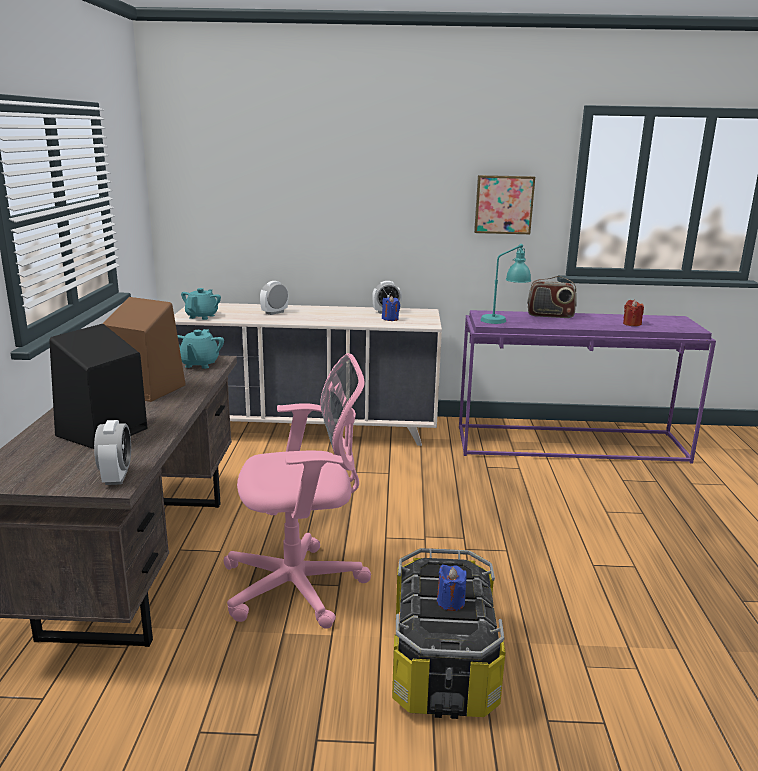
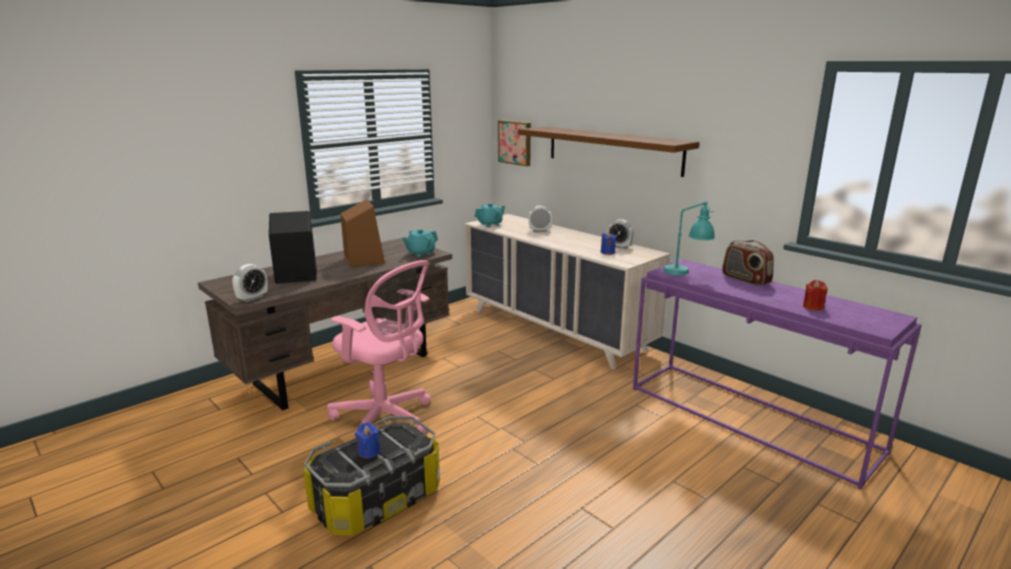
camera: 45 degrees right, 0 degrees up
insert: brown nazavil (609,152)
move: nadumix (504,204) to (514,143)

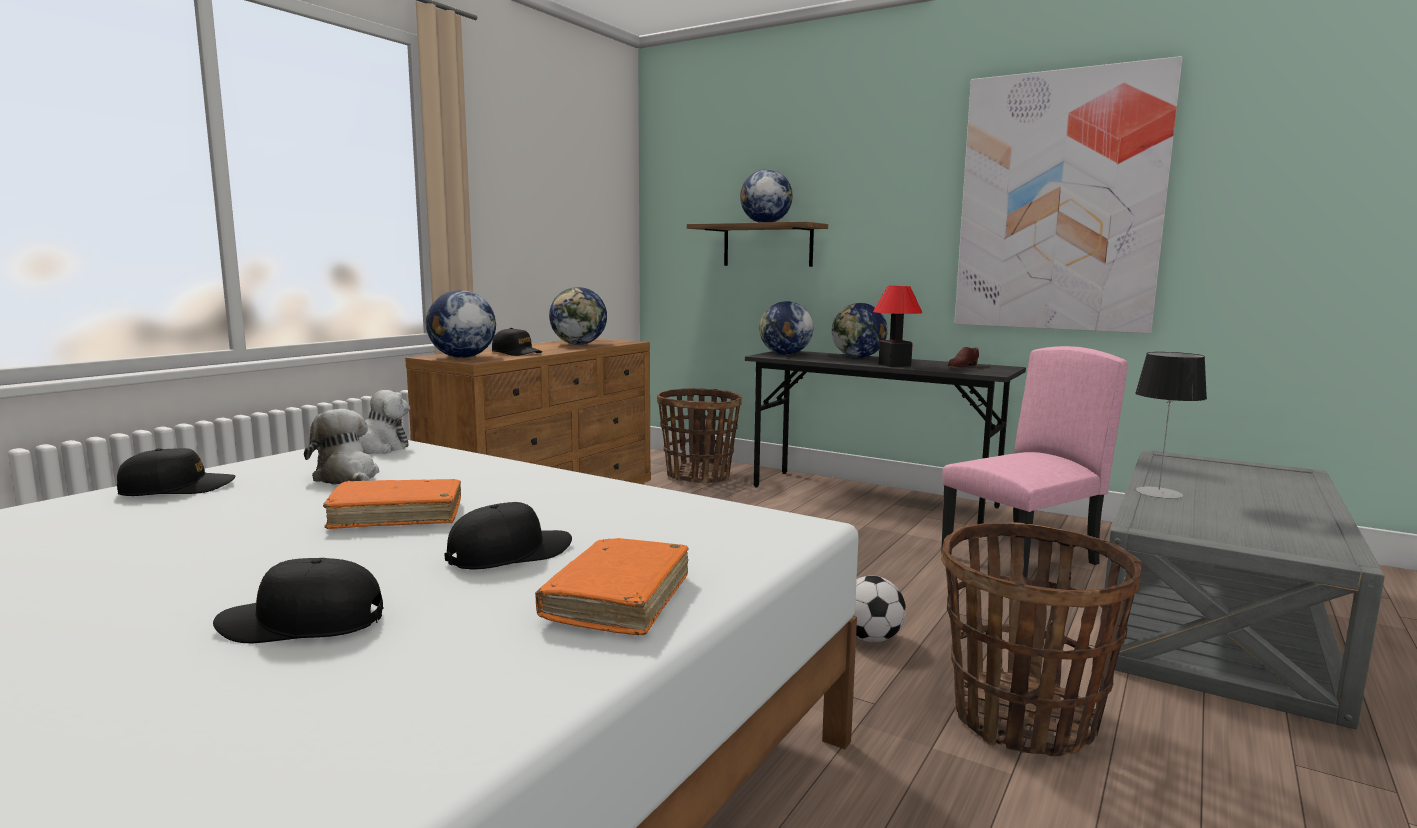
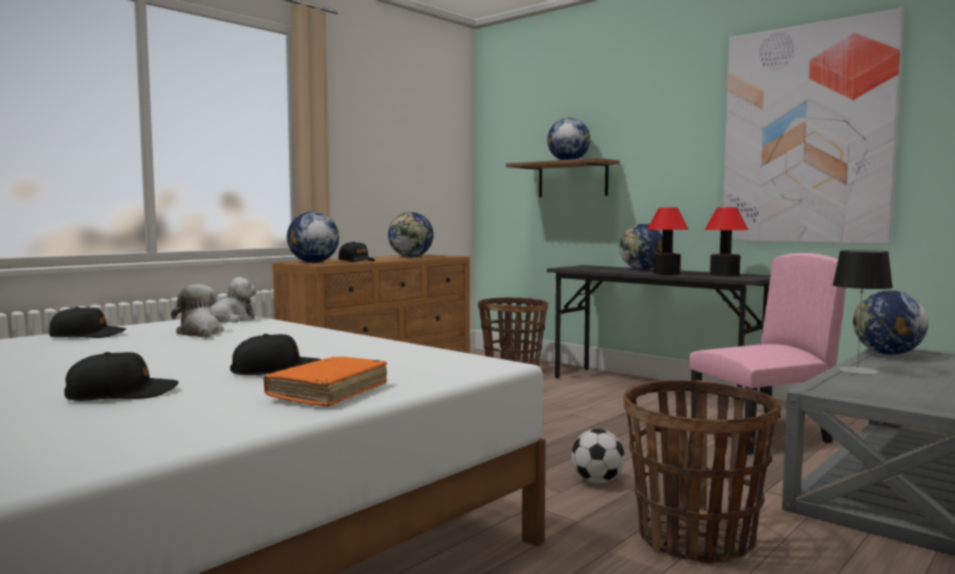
camera: 10 degrees right, 5 degrees down
delete: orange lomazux (392,504)
move: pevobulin (786,328) to (890,322)
replace: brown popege (963,357) to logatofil (726,242)
rotate: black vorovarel (298,600) = (121,376) 150 degrees clockwise

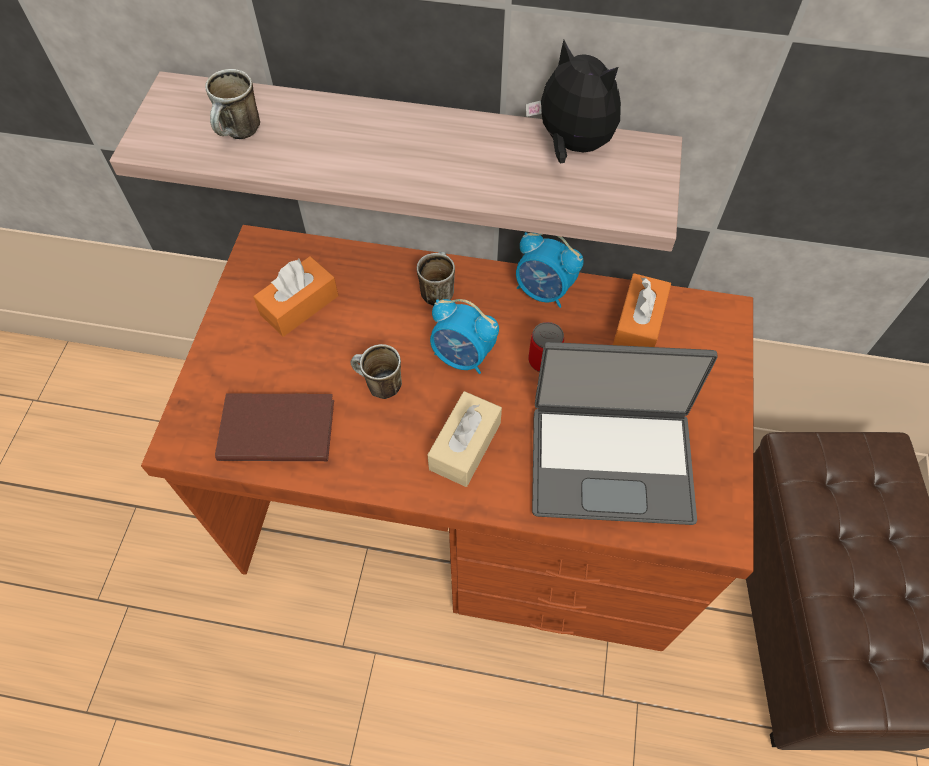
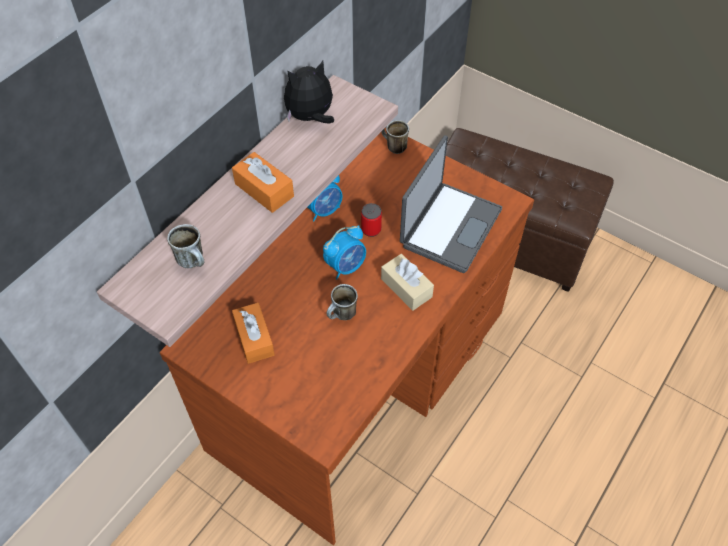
camera: 65 degrees left, 5 degrees down
delete: brown lomazux (274,427)
move: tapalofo (436,279) to (395,137); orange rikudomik (642,310) to (263,182)

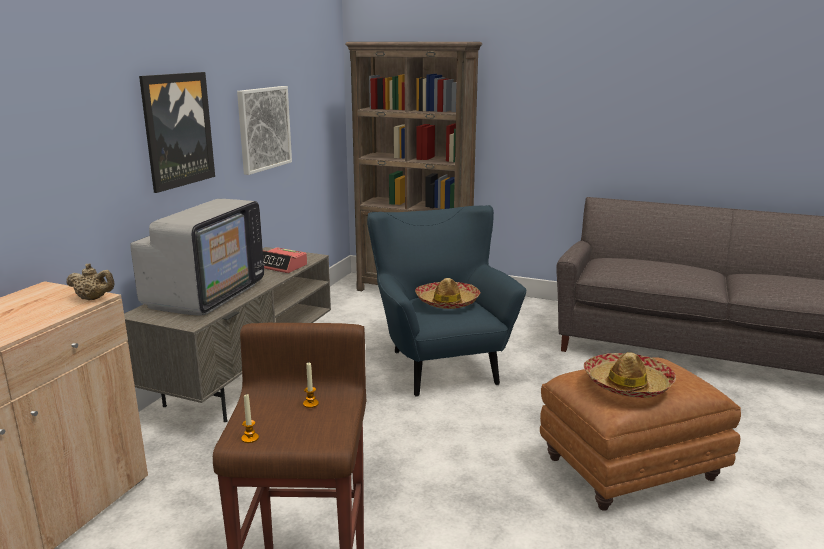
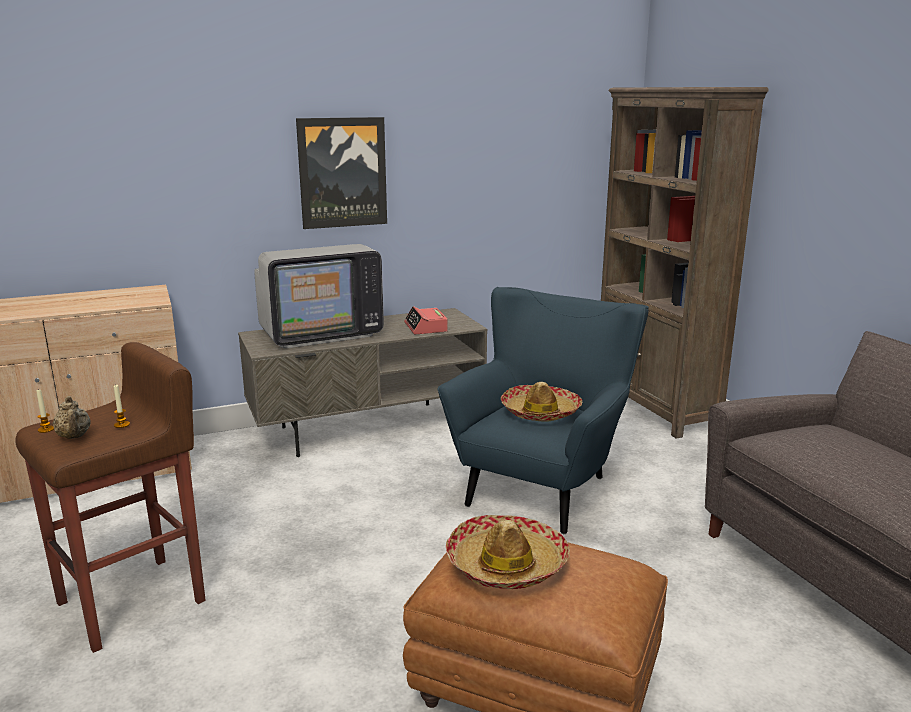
camera: 45 degrees right, 0 degrees up
delete: nadumix (264,130)
move: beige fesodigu (90,282) to (71,417)

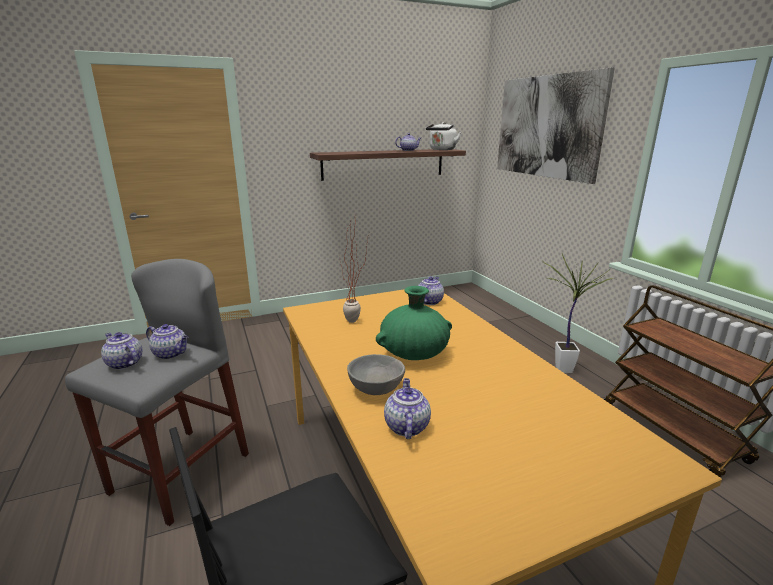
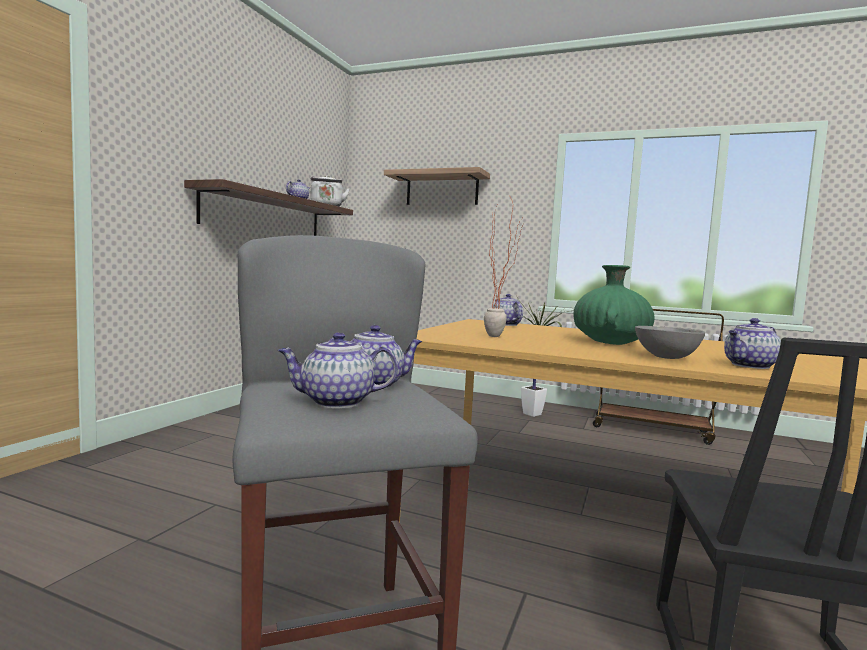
camera: 45 degrees left, 15 degrees down
replace: nadumix (556,126) to nazavil (437,186)
rotate: fesodigu (407,408) = (752,343) 75 degrees counterclockwise

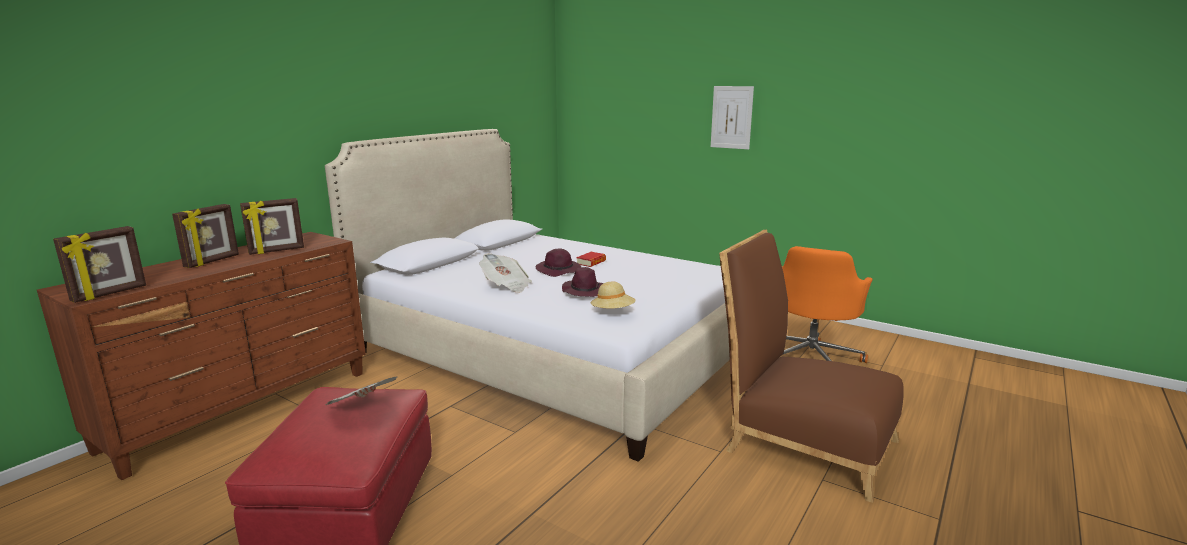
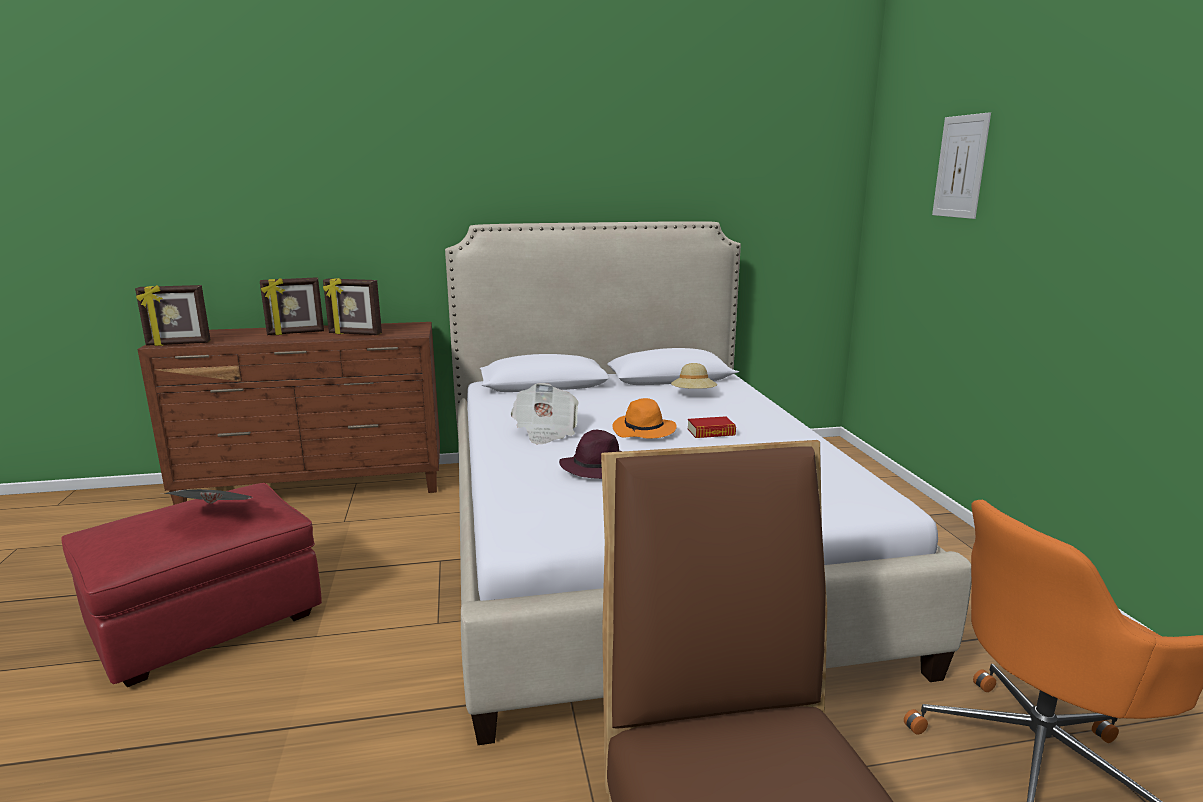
camera: 45 degrees right, 0 degrees up
move: nadumix (732,118) to (961,165); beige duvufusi (613,295) to (694,376)
recolor: purple duvufusi (558,263) to orange duvufusi (644,418)

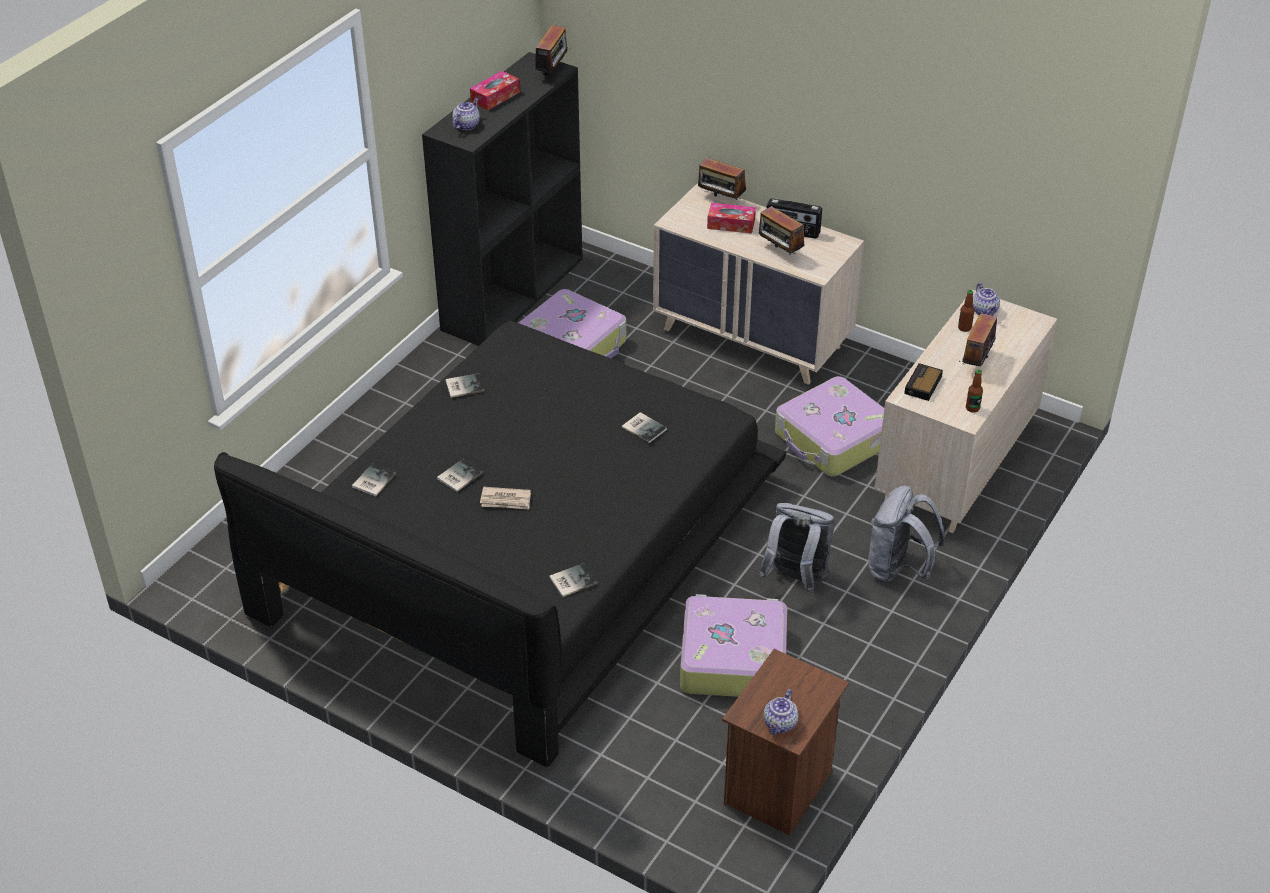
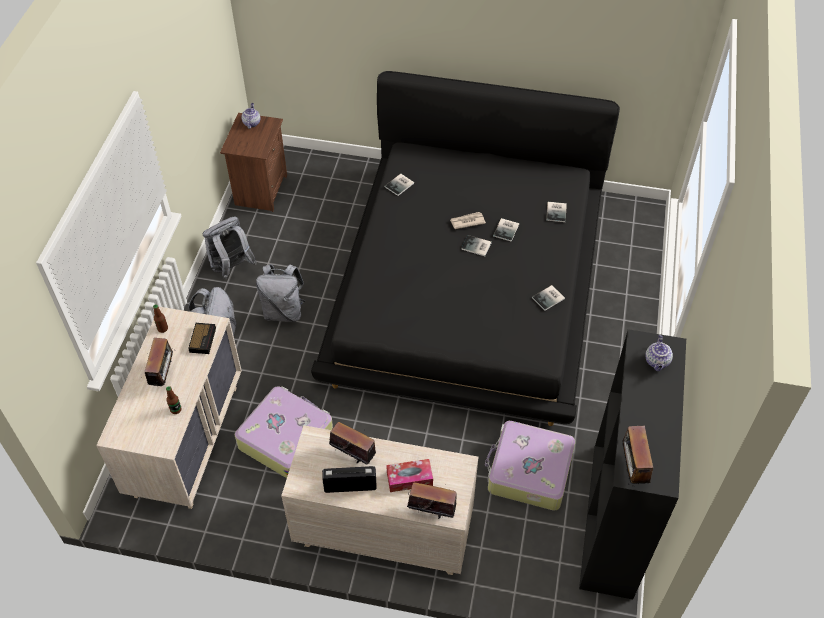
camera: 160 degrees right, 10 degrees up
delete: rikudomik (495,90); fesodigu (986,299); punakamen (733,645)
insert: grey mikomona (230,248)
move: lomazux (644,427) to (476,245)

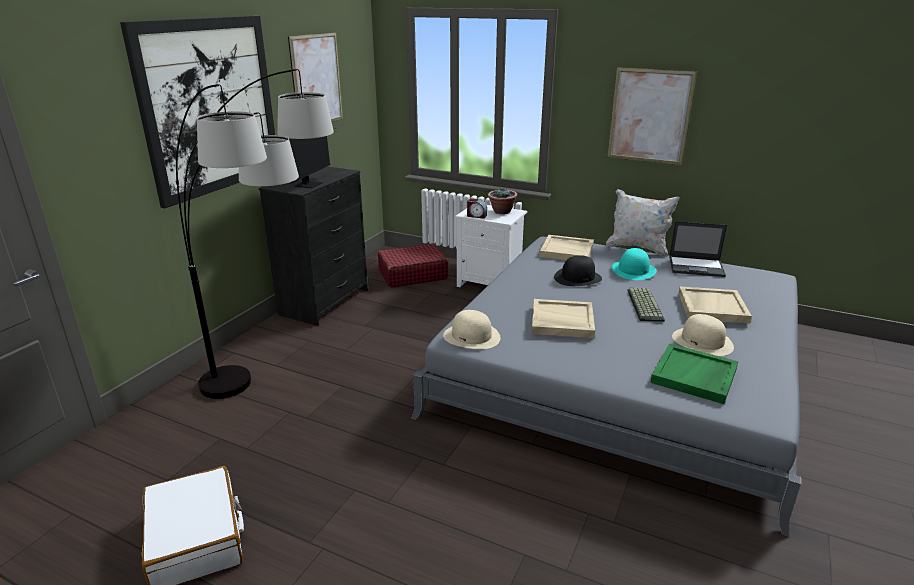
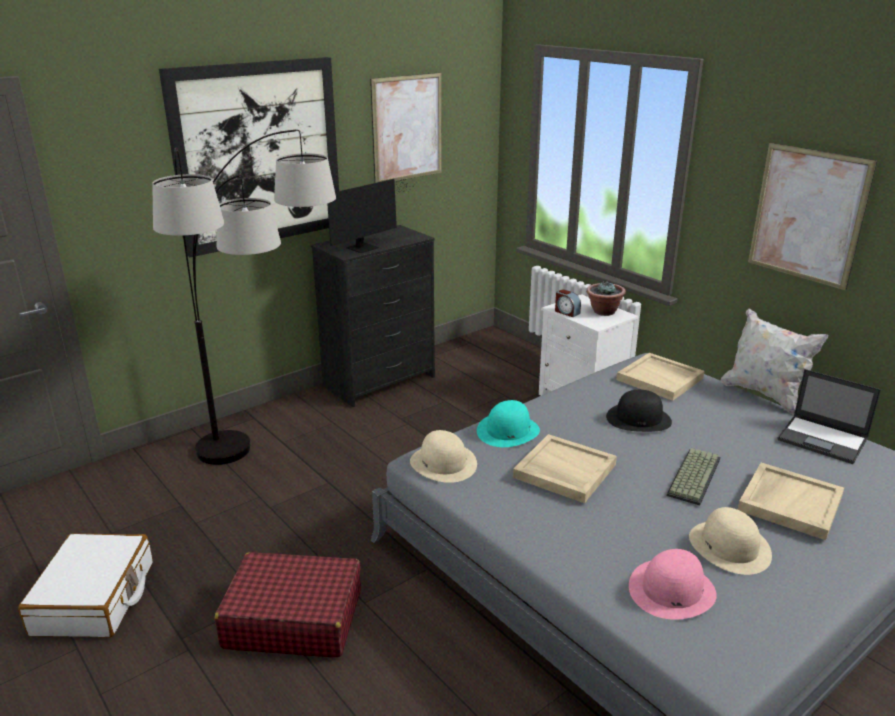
camera: 25 degrees right, 0 degrees up
move: red punakamen (413,265) to (287,605); turquoise duvufusi (634,264) to (508,423)
replace: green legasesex (694,374) to pink duvufusi (673,584)

